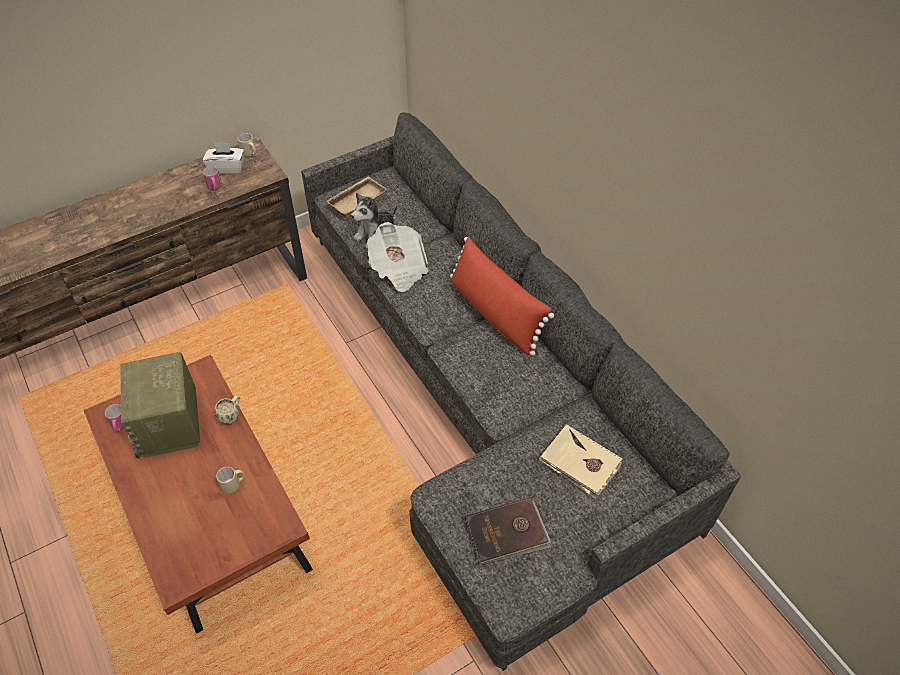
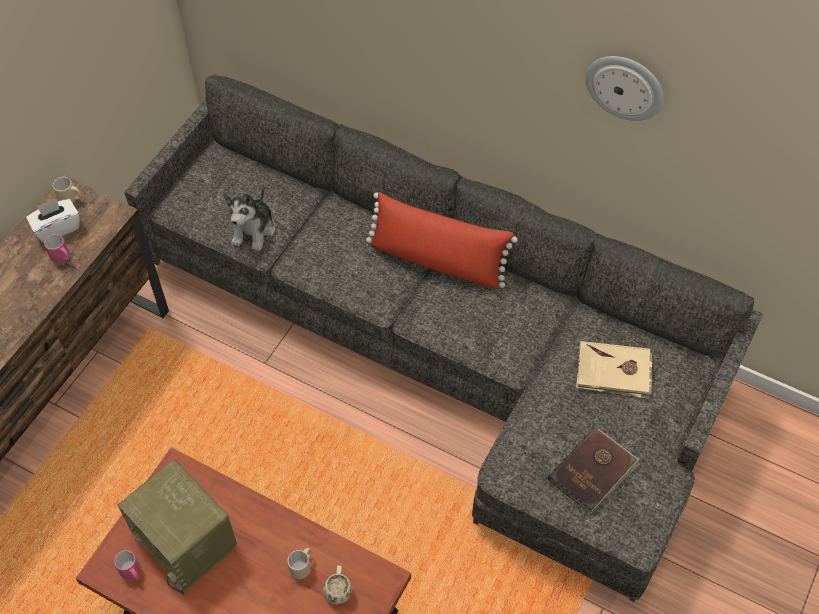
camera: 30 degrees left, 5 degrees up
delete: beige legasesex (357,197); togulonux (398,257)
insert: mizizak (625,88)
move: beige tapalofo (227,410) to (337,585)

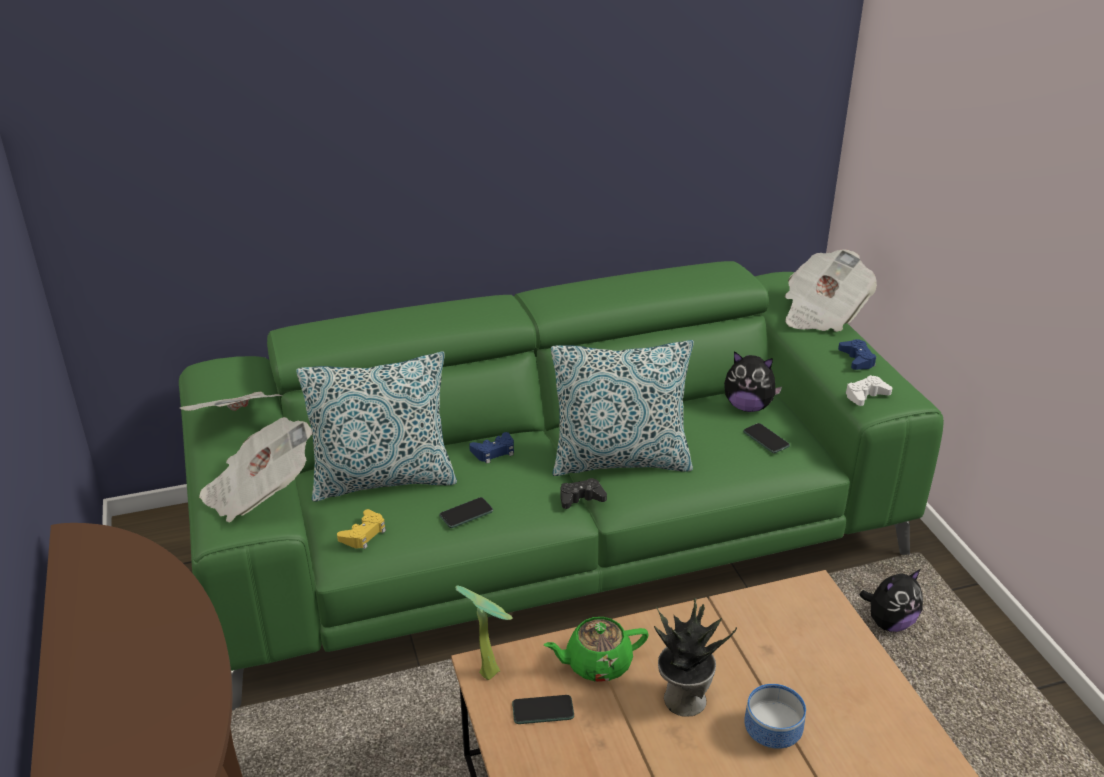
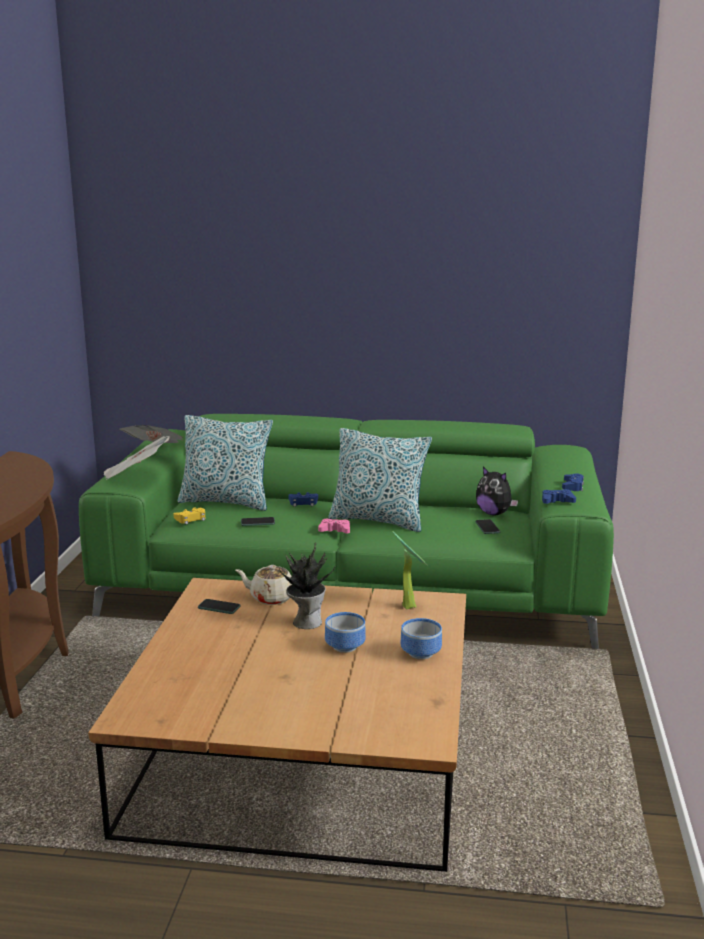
camera: 25 degrees right, 15 degrees down
delete: togulonux (831,290); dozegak (891,600)
insert: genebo (421,638)
move: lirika (484,633) to (410,570)
recolor: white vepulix (868,390) to blue vepulix (559,496); black vepulix (583,493) to pink vepulix (334,526); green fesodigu (596,649) to beige fesodigu (263,585)

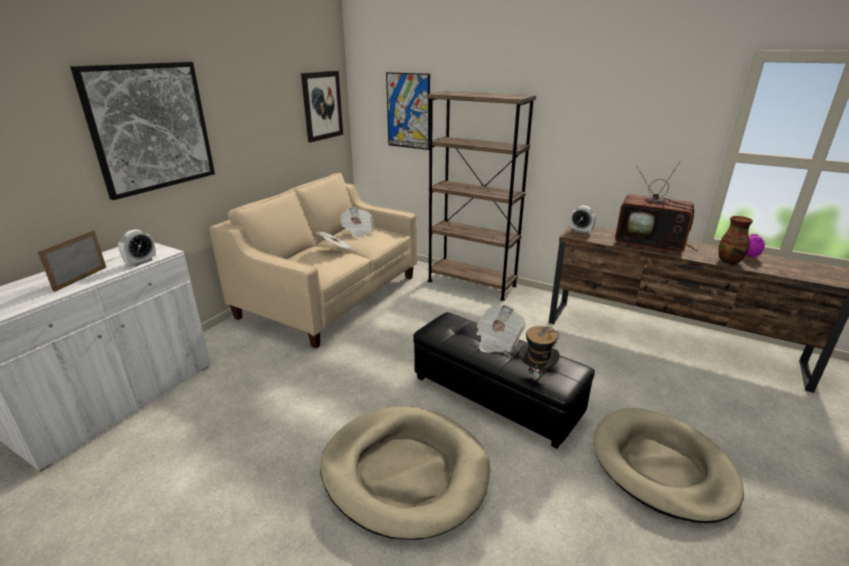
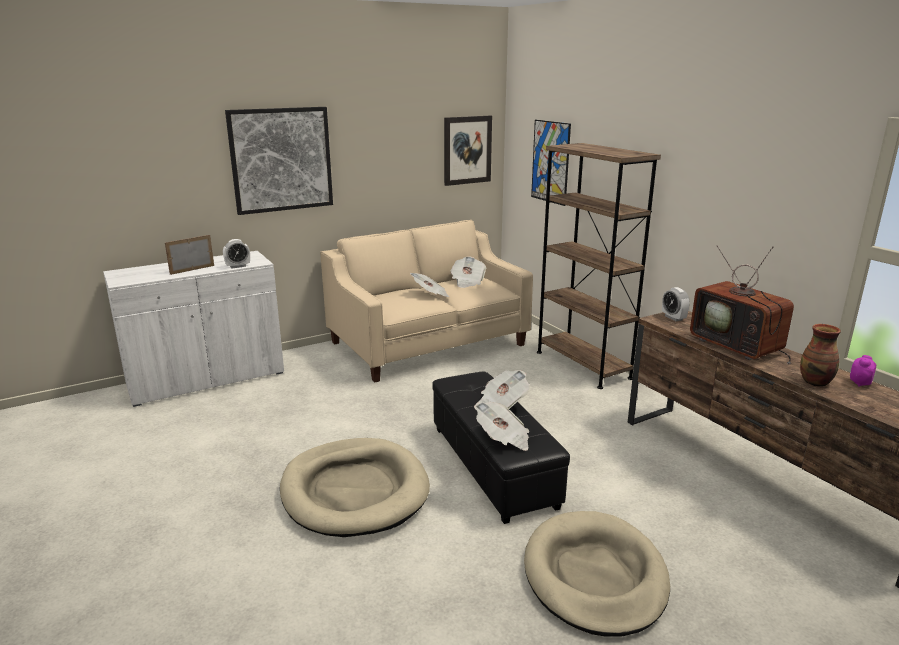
camera: 30 degrees right, 5 degrees down
replace: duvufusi (539,356) to togulonux (502,426)

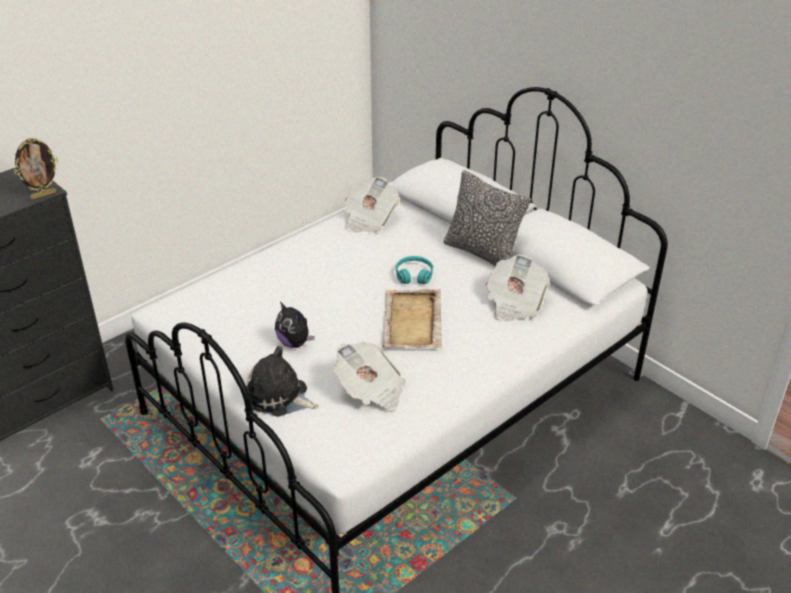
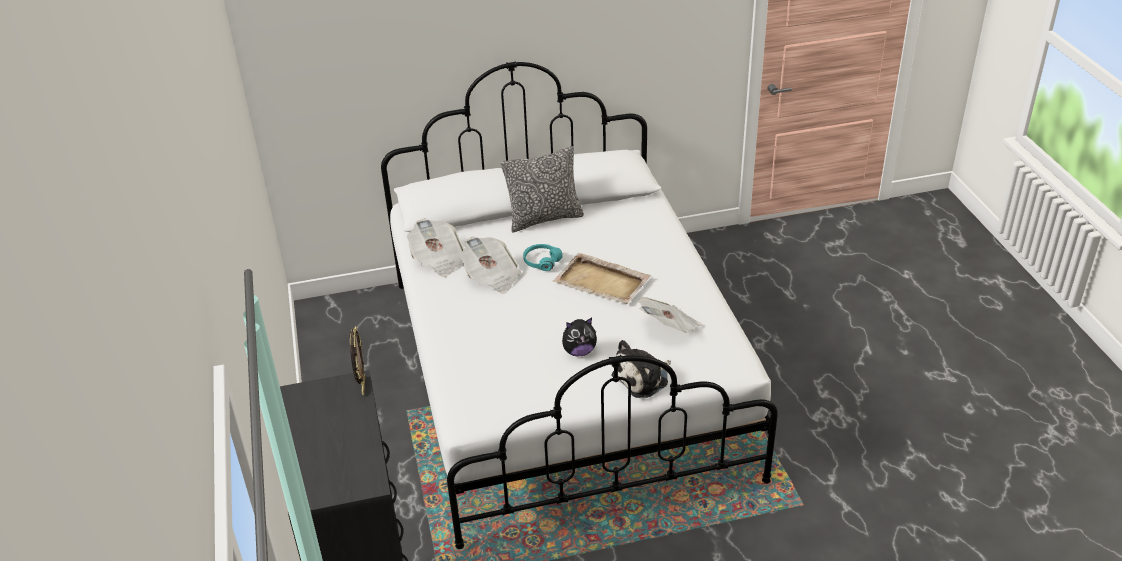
camera: 60 degrees left, 0 degrees up
move: togulonux (518,288) to (490,265)

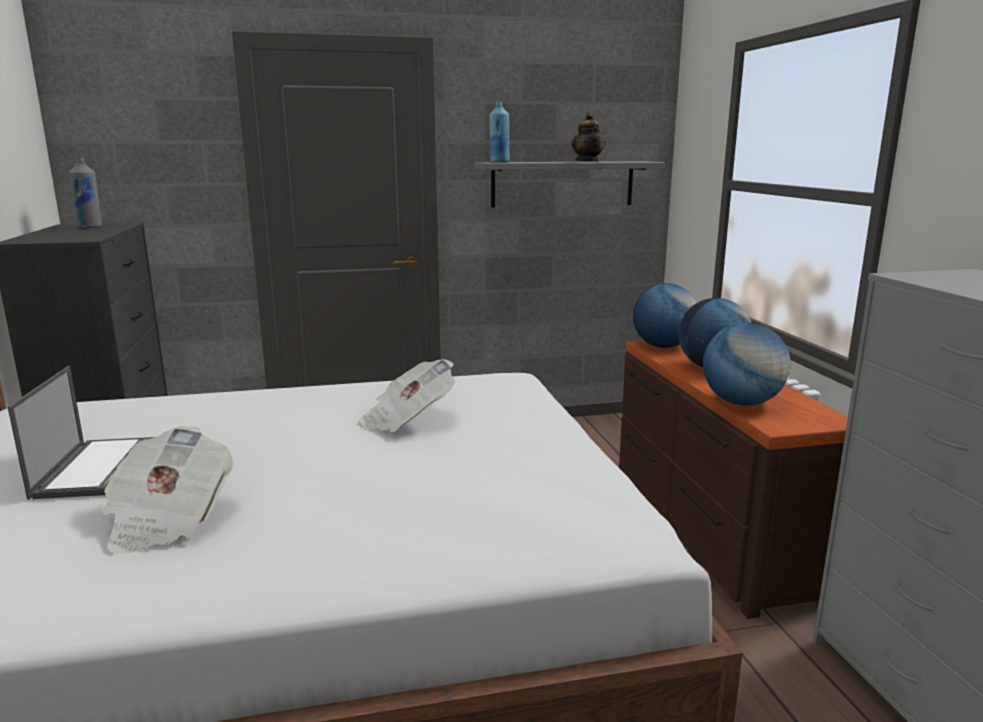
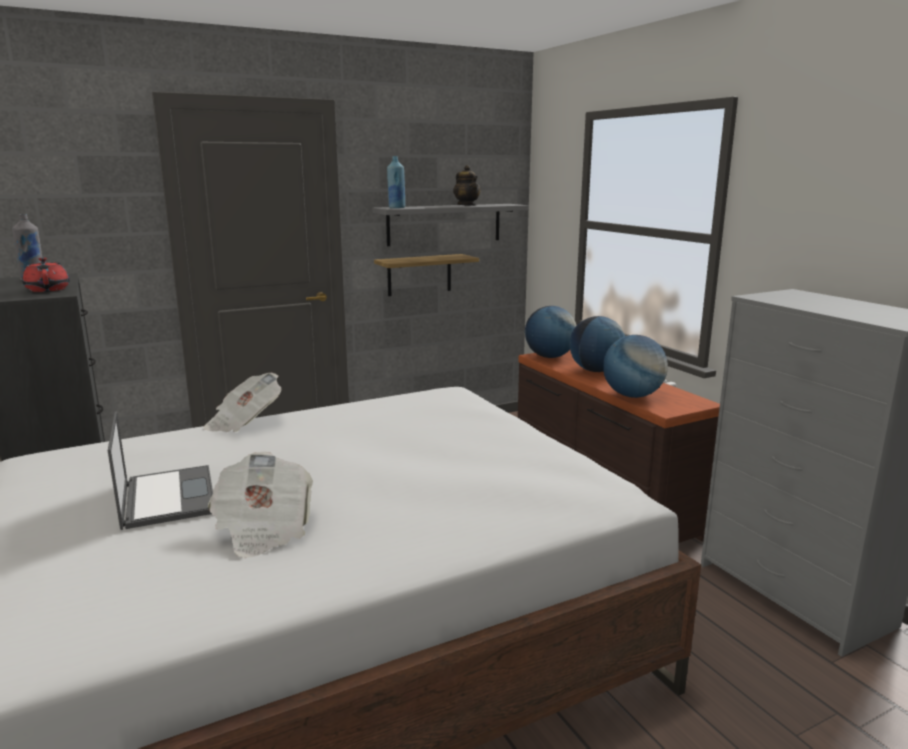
camera: 15 degrees left, 0 degrees up
insert: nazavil (426,275); red fesodigu (46,275)
move: togulonux (407,395) to (243,402)

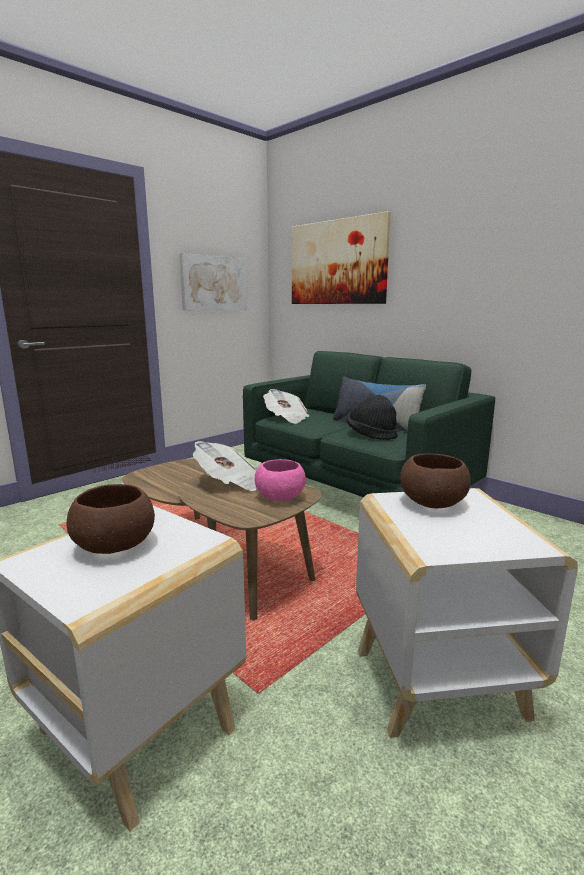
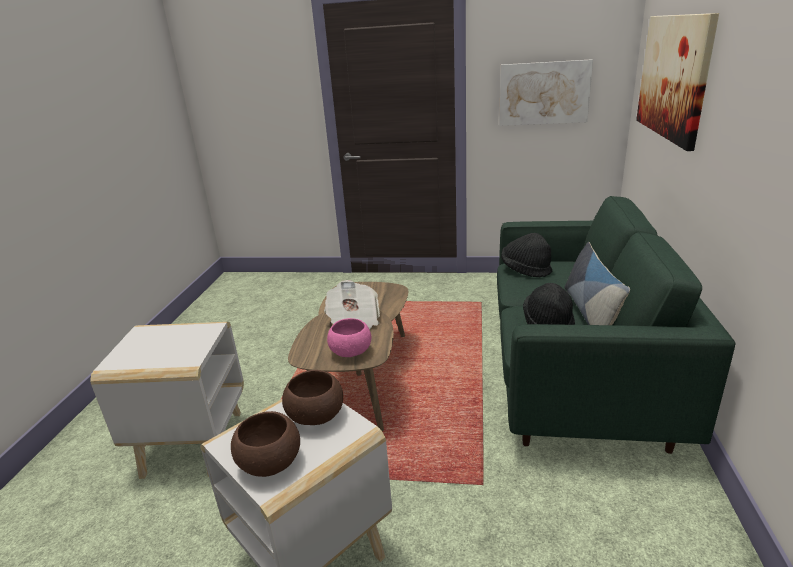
camera: 55 degrees right, 10 degrees up
move: brown genebo (111,519) to (265,444)
replace: togulonux (286,406) to black duvufusi (526,255)

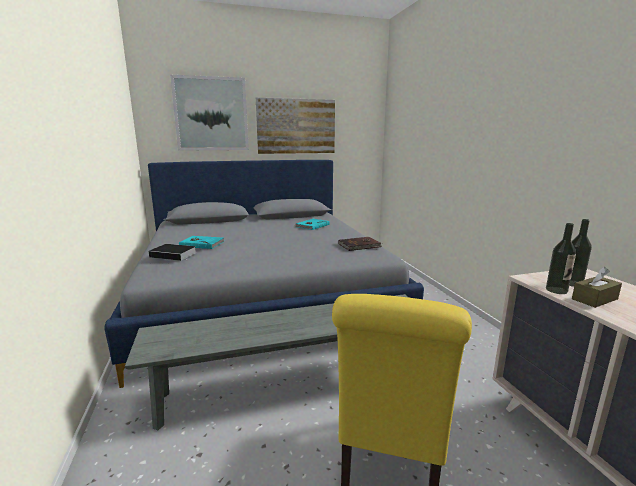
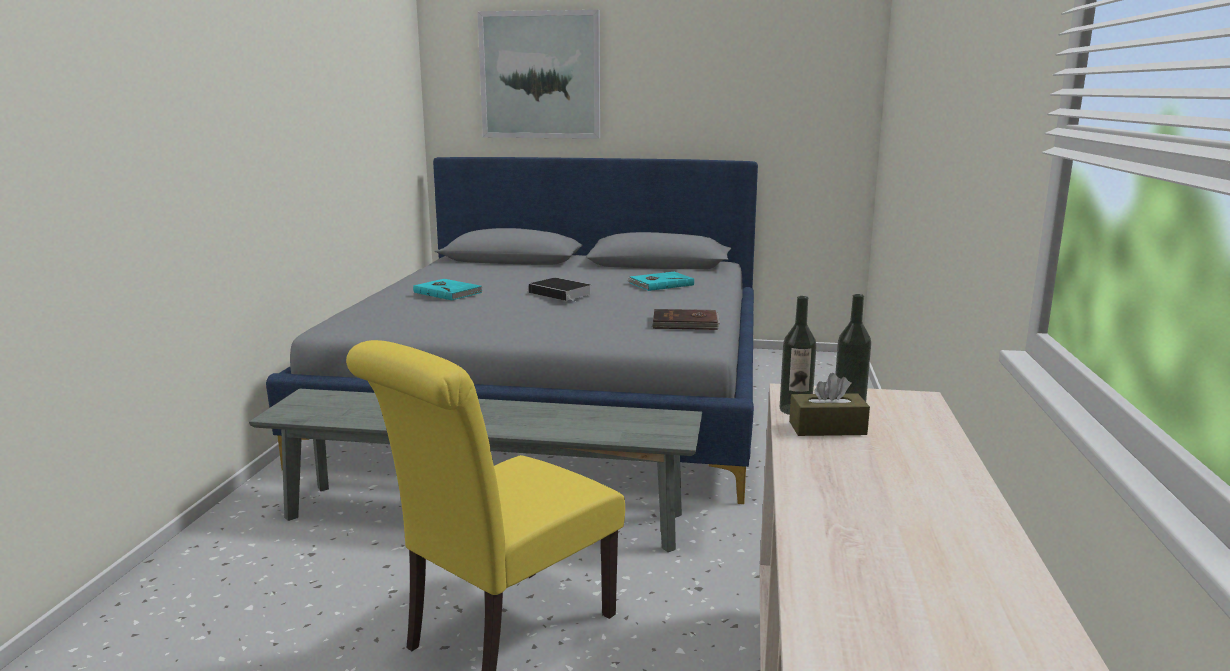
camera: 25 degrees right, 0 degrees up
delete: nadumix (295,126)
move: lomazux (172,252) to (560,290)

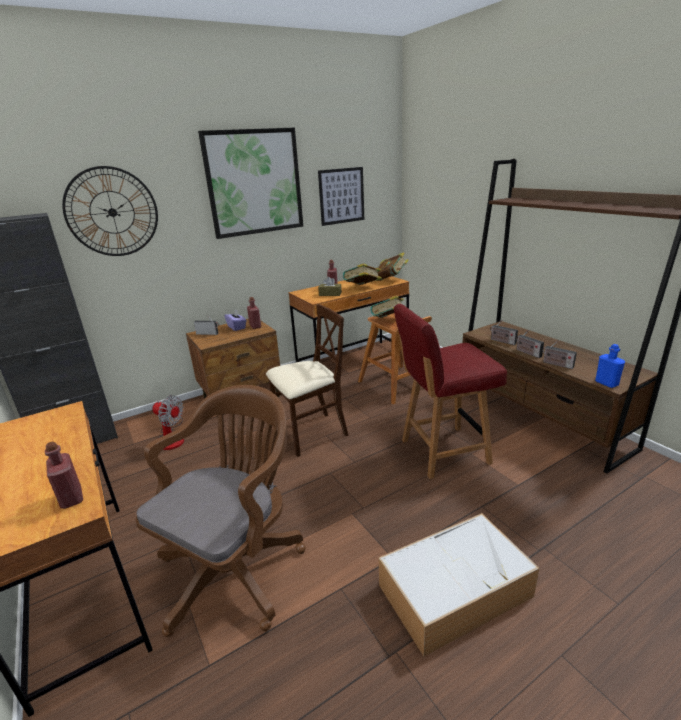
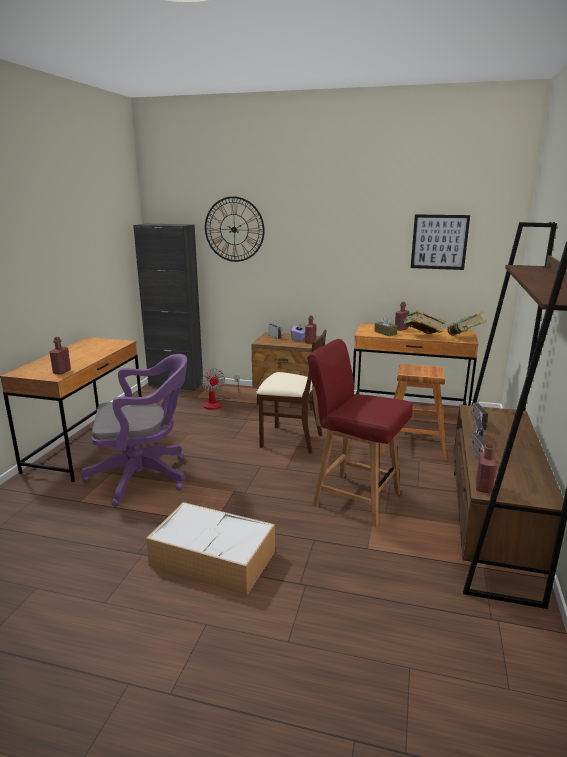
camera: 45 degrees right, 5 degrees down
delete: nadumix (250,183); lomazux (387,306)
recolor: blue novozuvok (610,366) to red novozuvok (486,467); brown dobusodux (220,511) to purple dobusodux (134,430)

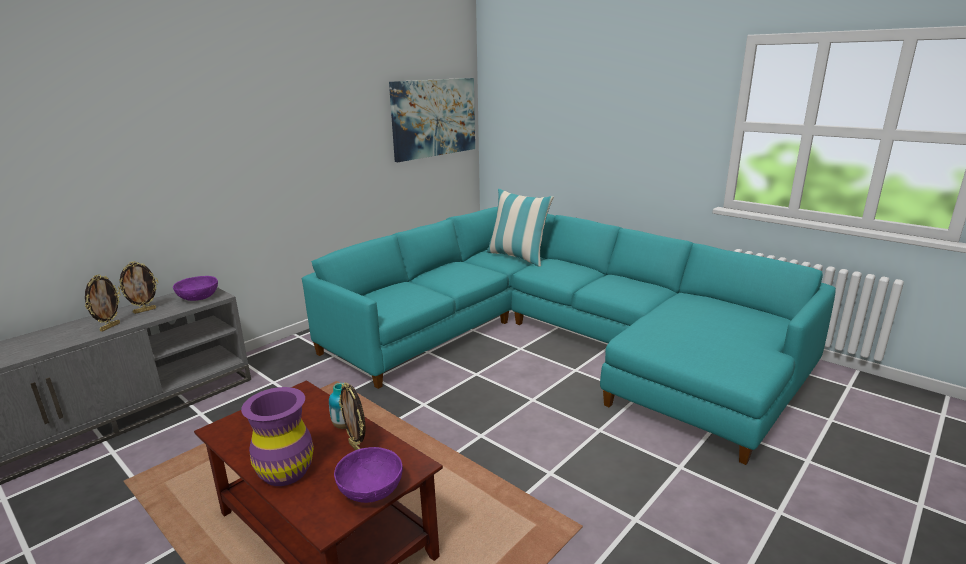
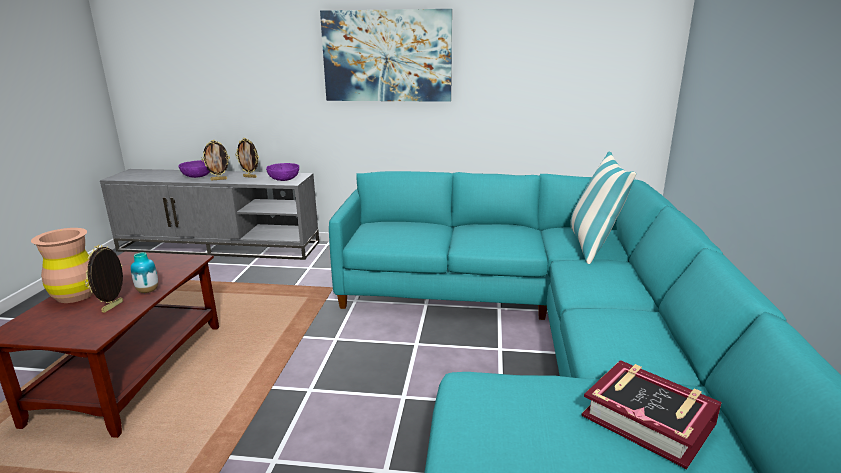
camera: 55 degrees right, 0 degrees up
insert: lomazux (652,414)
move: nadumix (432,120) to (386,55); purple genebo (368,475) to (194,169)
recolor: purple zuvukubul (277,436) to brown zuvukubul (62,265)

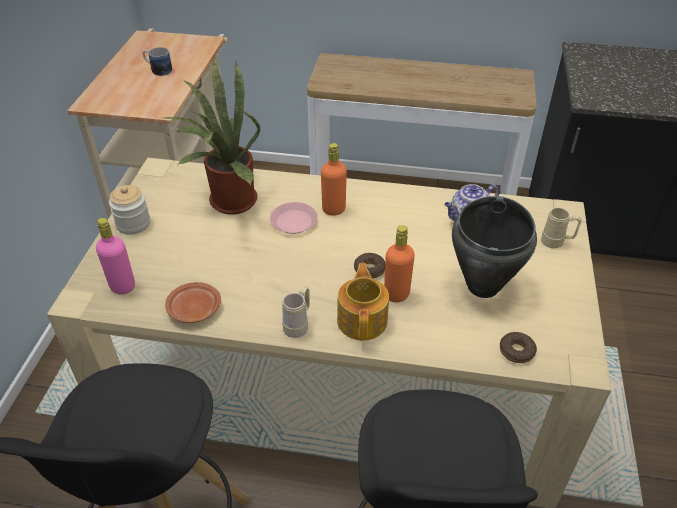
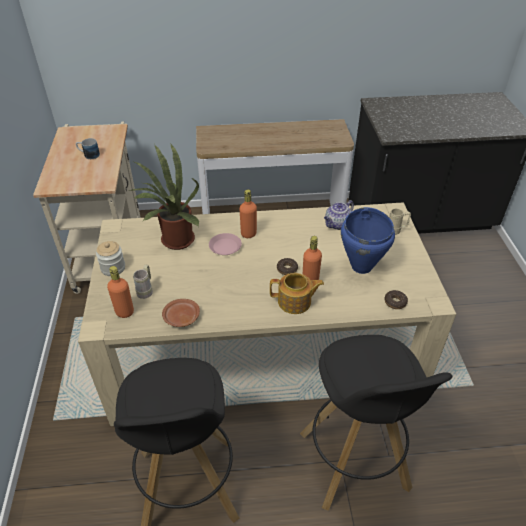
camera: 15 degrees left, 0 degrees up
move: beige tapalofo (296,312) to (143,281)
recolor: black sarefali (494,247) to blue sarefali (368,240); pink novozuvok (115,256) to orange novozuvok (120,292)
rotate: fesodigu (363,301) = (297,293) 105 degrees clockwise

